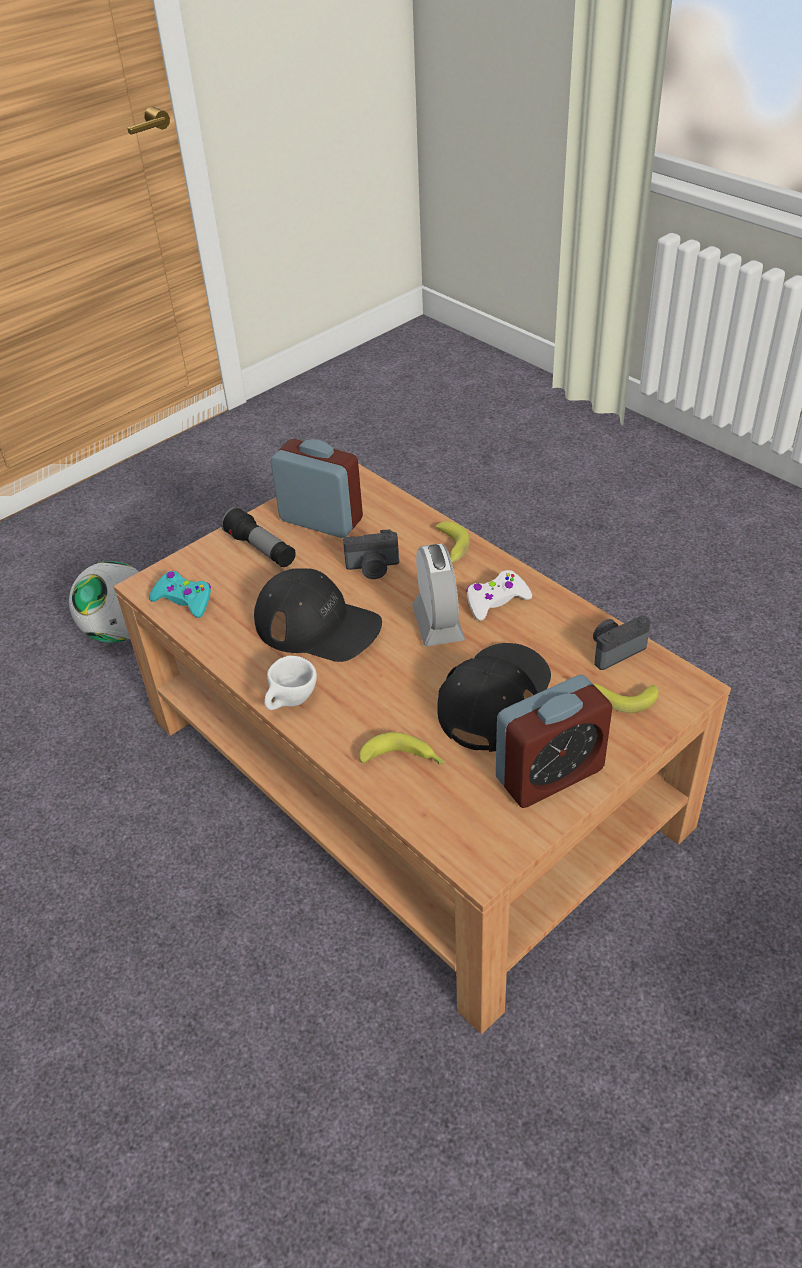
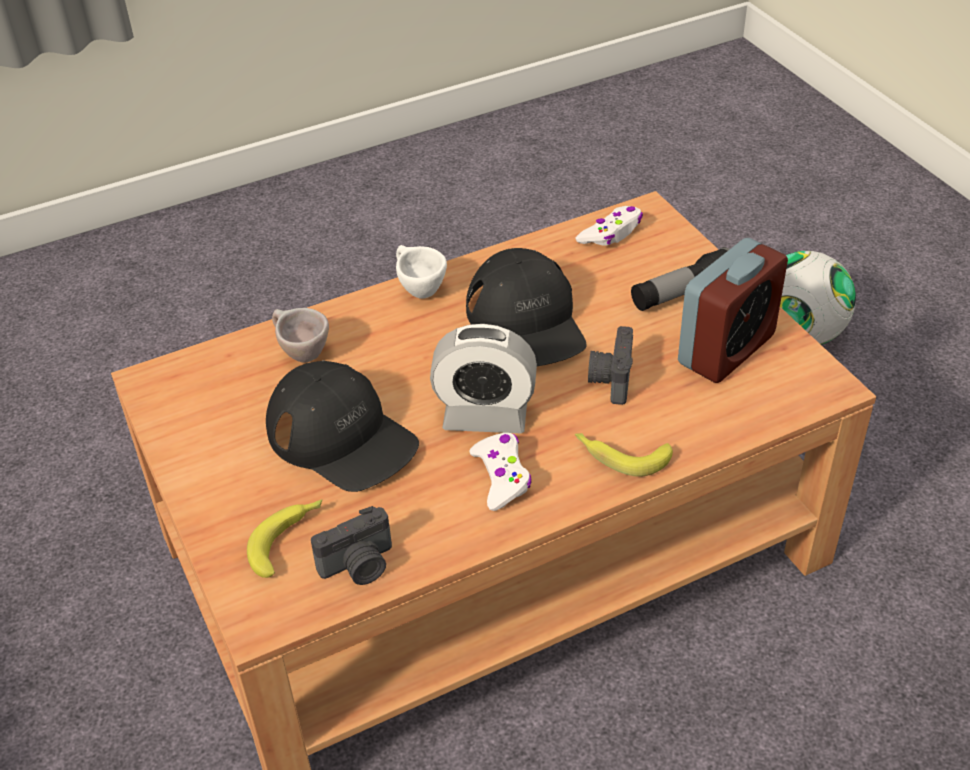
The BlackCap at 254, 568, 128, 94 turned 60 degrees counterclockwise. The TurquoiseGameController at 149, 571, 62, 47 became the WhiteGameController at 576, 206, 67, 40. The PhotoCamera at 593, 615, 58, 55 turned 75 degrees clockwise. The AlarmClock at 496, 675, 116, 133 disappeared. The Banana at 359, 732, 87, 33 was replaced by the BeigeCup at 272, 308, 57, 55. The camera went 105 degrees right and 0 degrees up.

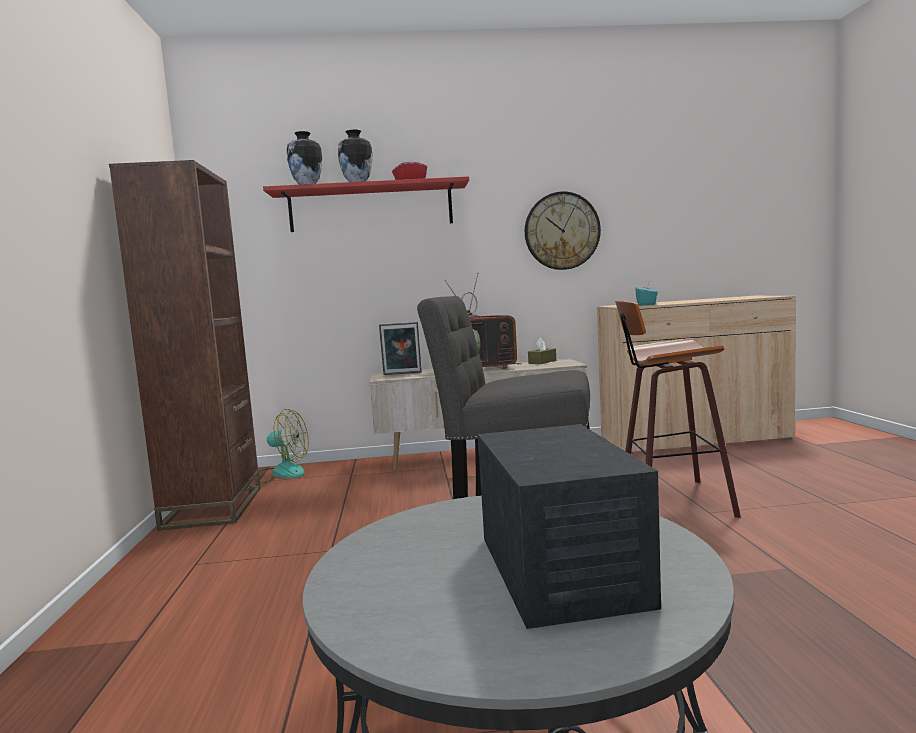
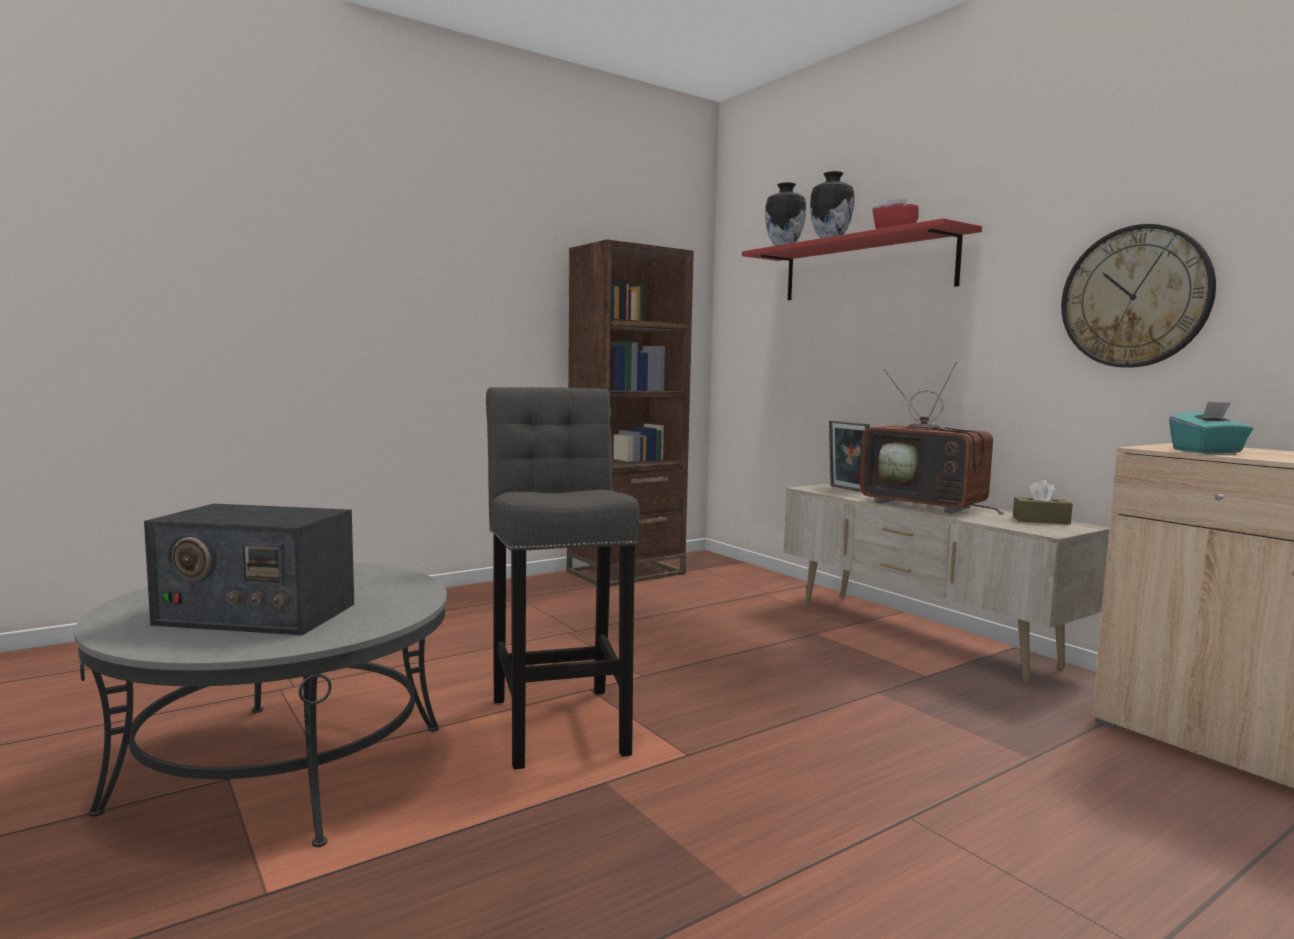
The Stool at 615, 301, 126, 217 disappeared. The Fan at 252, 409, 57, 75 disappeared. The Radio at 478, 424, 183, 205 turned 45 degrees clockwise. The camera went 60 degrees right and 0 degrees up.

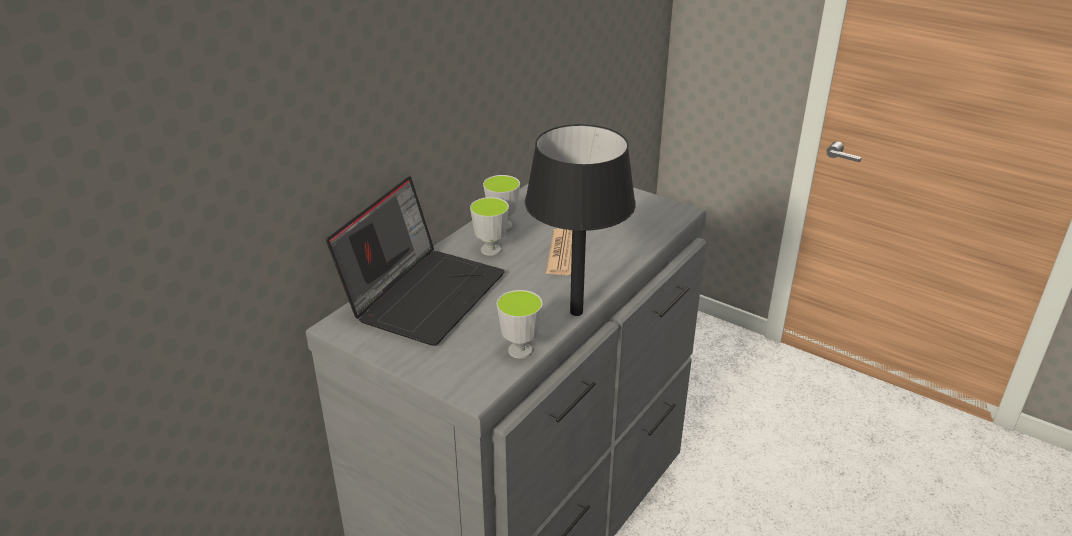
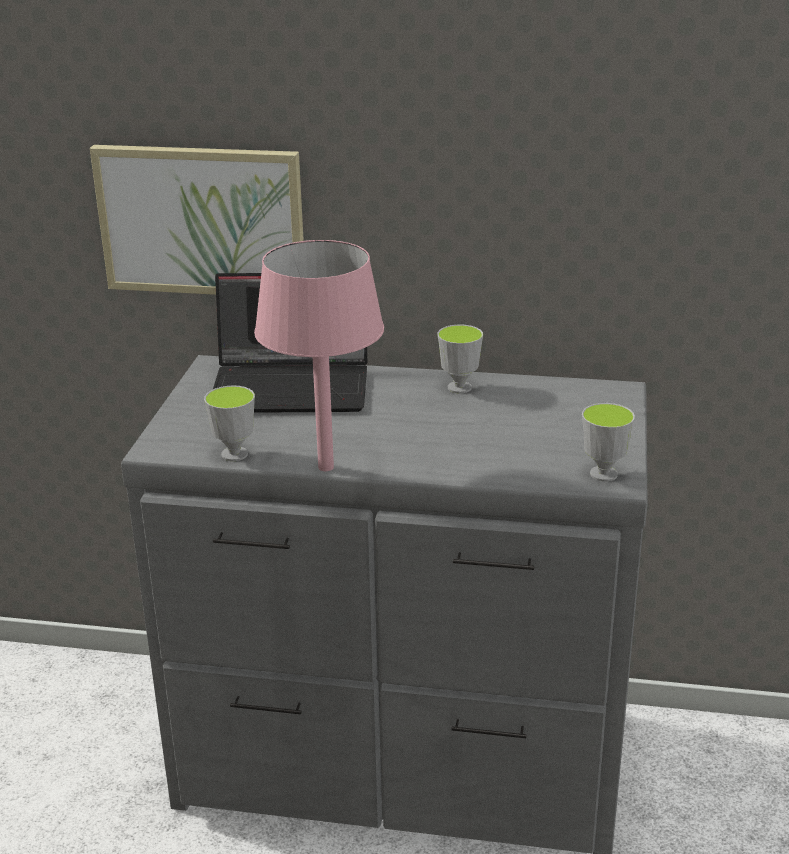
The BlackTableLamp at 525, 124, 111, 192 became the PinkTableLamp at 254, 240, 130, 231. The Cup moved from 470, 197, 39, 59 to 582, 403, 53, 79. The Newspaper at 546, 228, 26, 47 disappeared. The Picture at 90, 145, 214, 150 appeared. The camera went 65 degrees right and 5 degrees down.

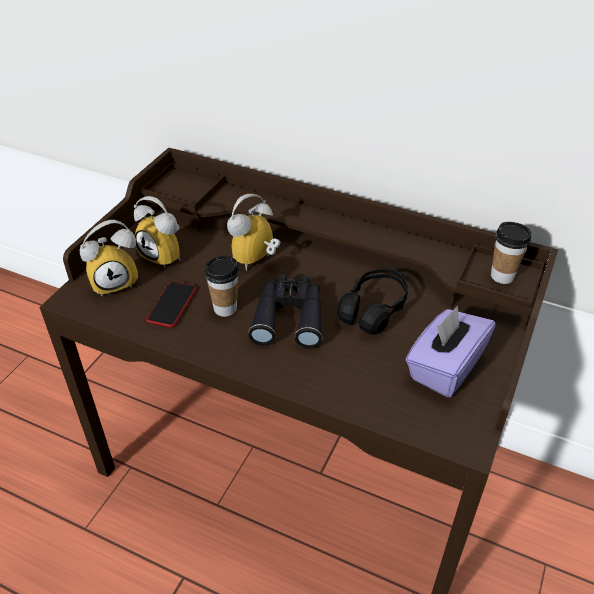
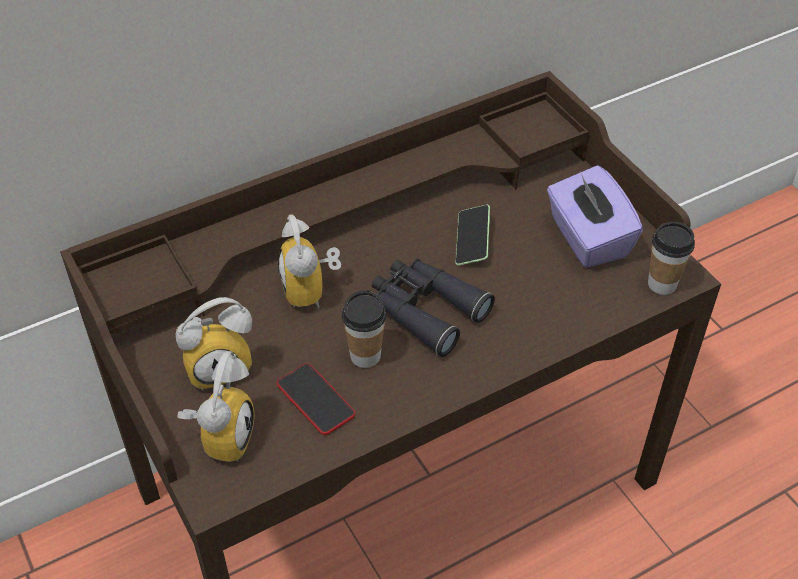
The Cup moved from 491, 222, 40, 62 to 648, 222, 47, 73. The BlackHeadphones at 337, 269, 71, 66 was replaced by the Phone at 455, 205, 35, 61. The camera went 55 degrees left and 5 degrees up.

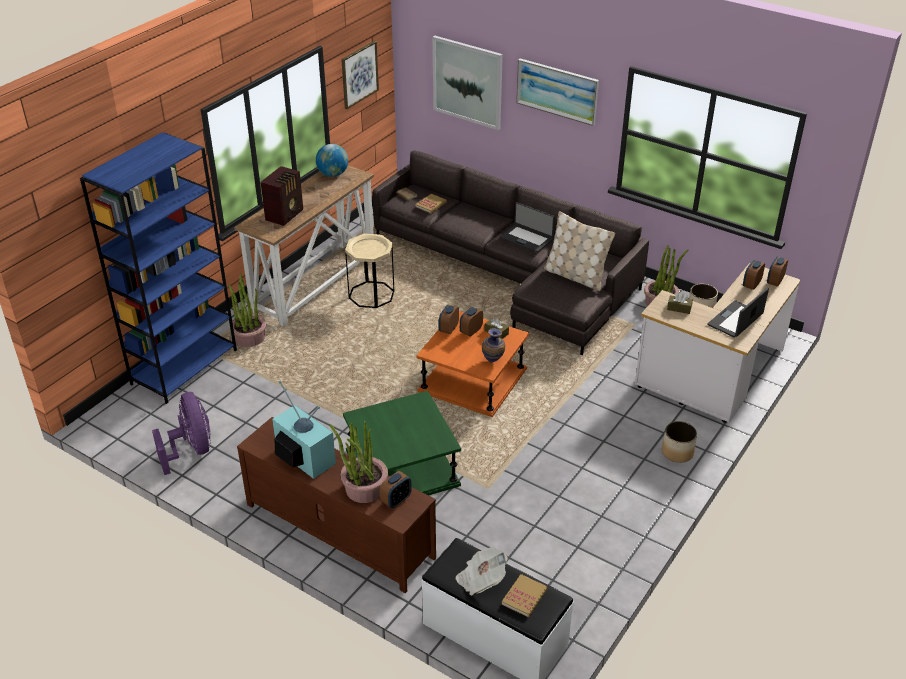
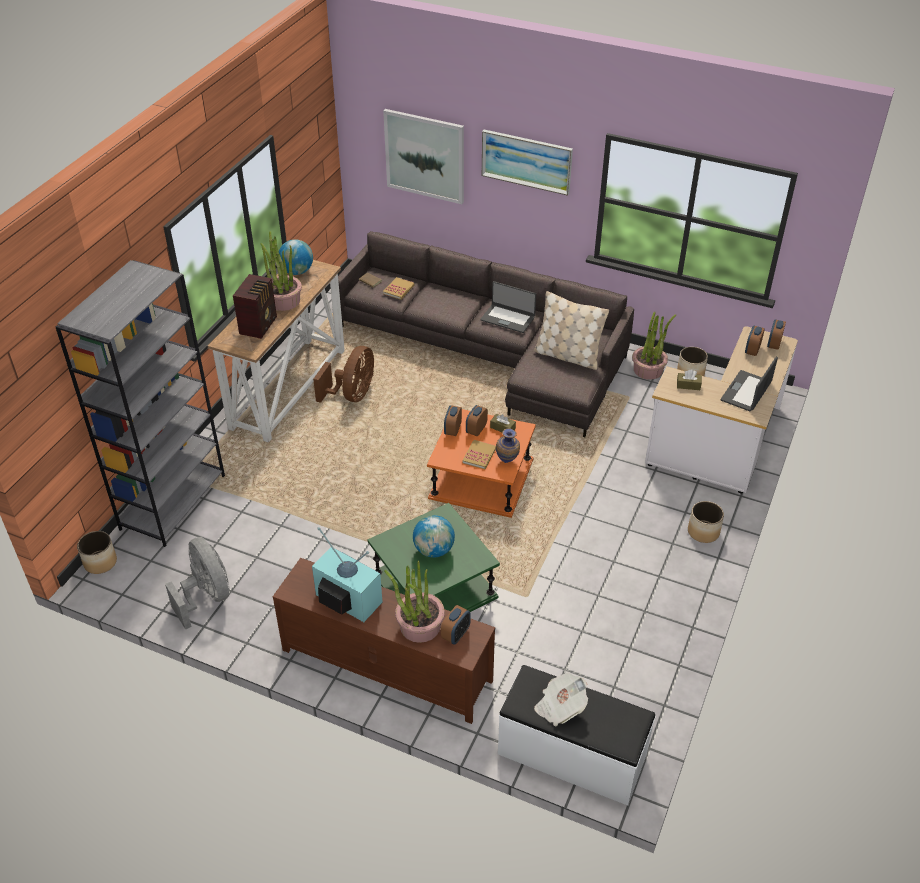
The Picture at 341, 41, 38, 68 disappeared. The BlueBookcase at 80, 132, 157, 272 became the GreyBookcase at 56, 260, 169, 287. The BeigeSideTable at 345, 233, 49, 75 was replaced by the BrownFan at 313, 346, 61, 57. The PottedPlant moved from 228, 273, 38, 74 to 261, 231, 41, 80. The PurpleFan at 152, 392, 59, 83 became the GreyFan at 165, 537, 64, 93. The Book moved from 502, 574, 46, 43 to 462, 440, 34, 29. The Globe at 413, 515, 42, 43 appeared. The Planter at 77, 531, 40, 43 appeared. The camera went 10 degrees left and 5 degrees up.

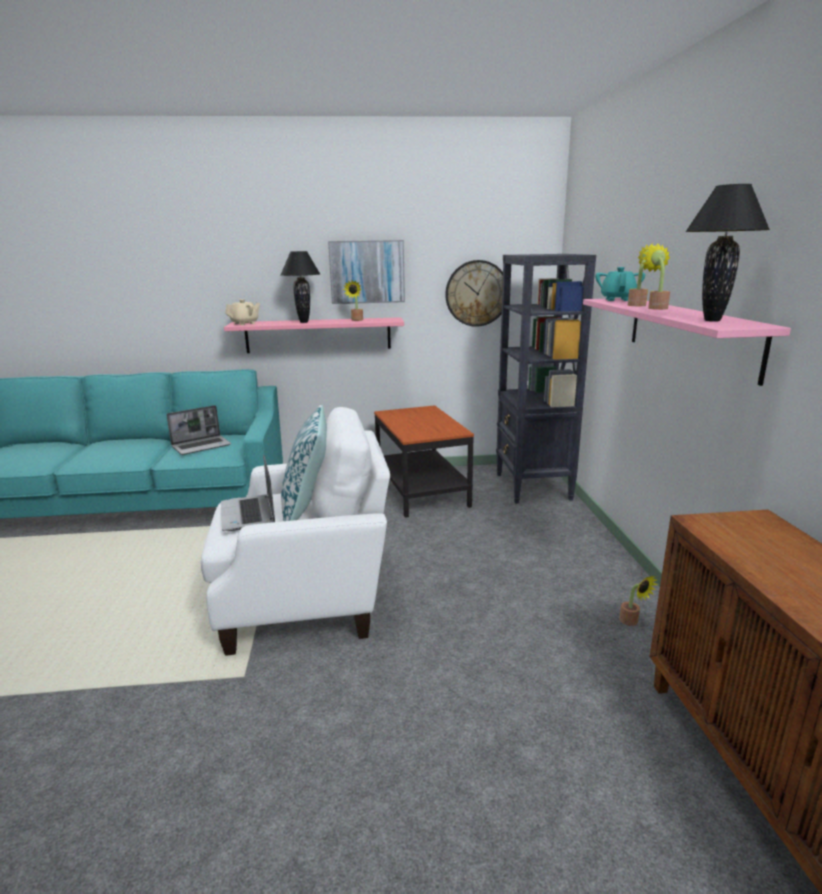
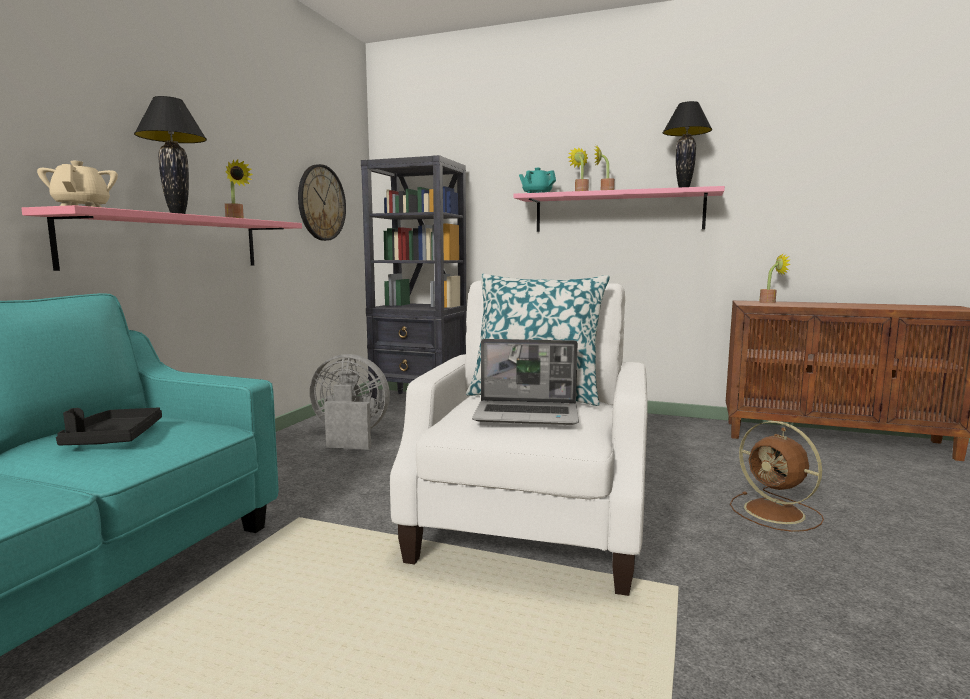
The Picture at 328, 240, 77, 64 disappeared. The Laptop at 166, 405, 65, 50 was replaced by the BlackTray at 56, 408, 106, 37. The SideTable at 374, 405, 100, 113 was replaced by the GreyFan at 310, 354, 80, 95. The PottedPlant moved from 619, 576, 40, 50 to 759, 253, 32, 50. The BrownFan at 730, 421, 94, 111 appeared. The camera went 65 degrees left and 10 degrees down.

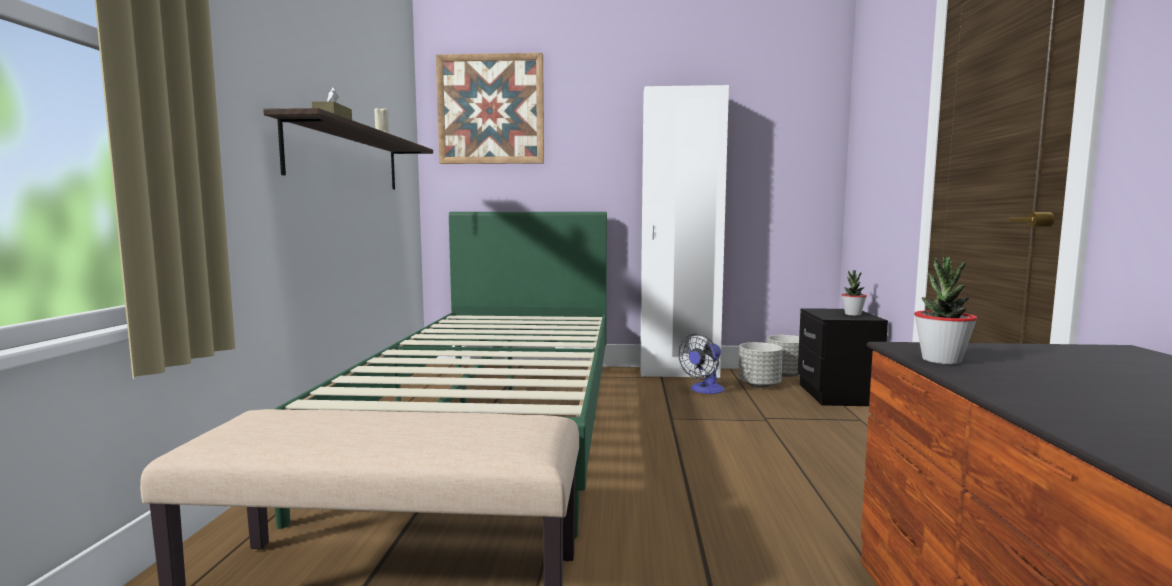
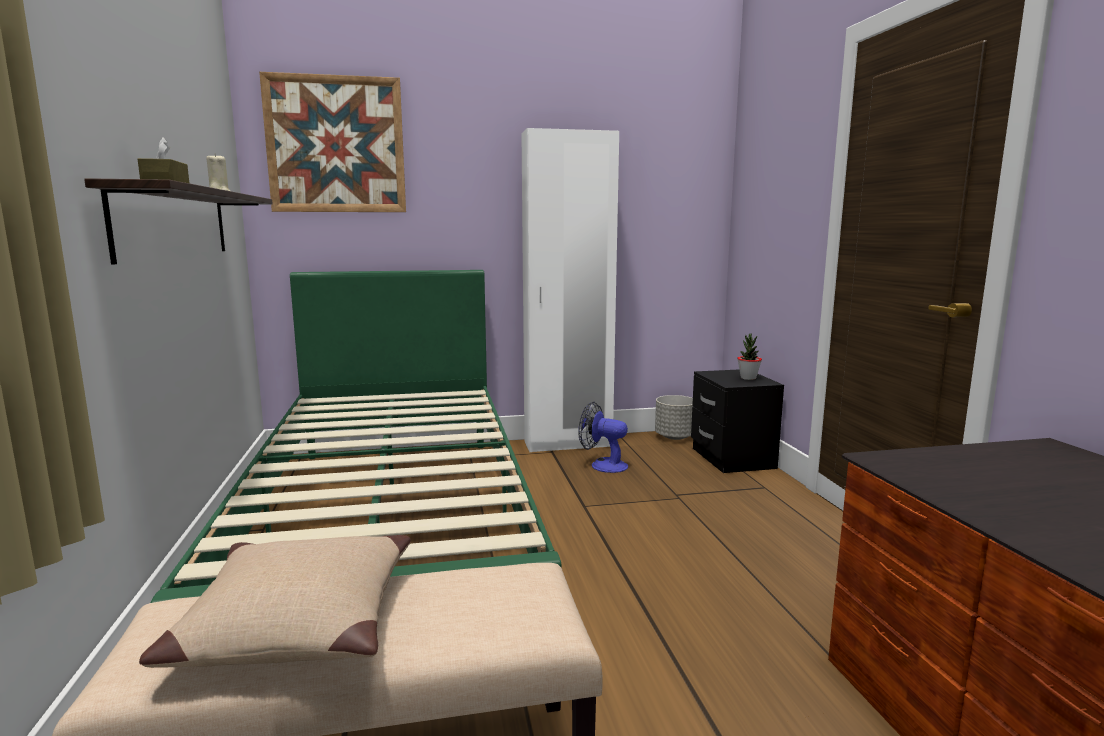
The PottedPlant at 914, 257, 64, 107 disappeared. The Fan at 678, 334, 46, 60 turned 90 degrees clockwise. The GreyPlanter at 738, 342, 45, 46 disappeared. The BeigePillow at 139, 535, 272, 133 appeared. The camera went 15 degrees left and 5 degrees up.

